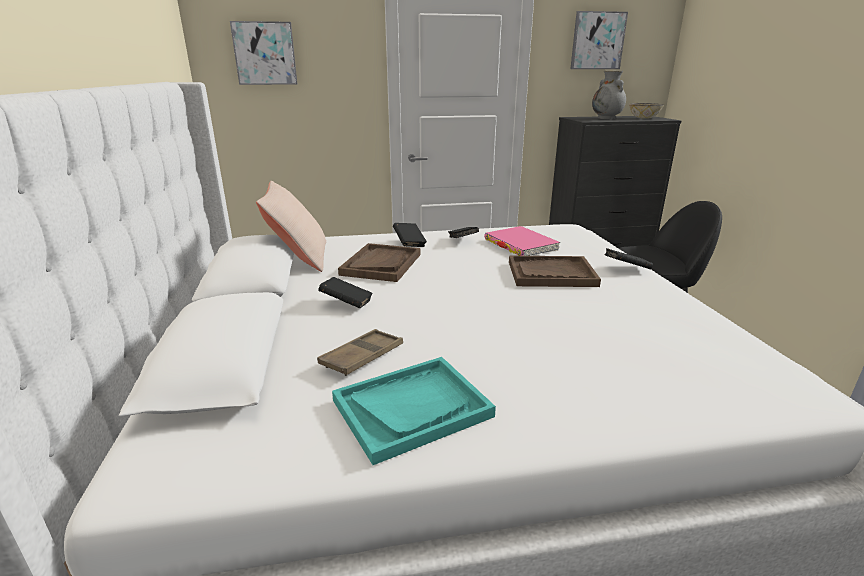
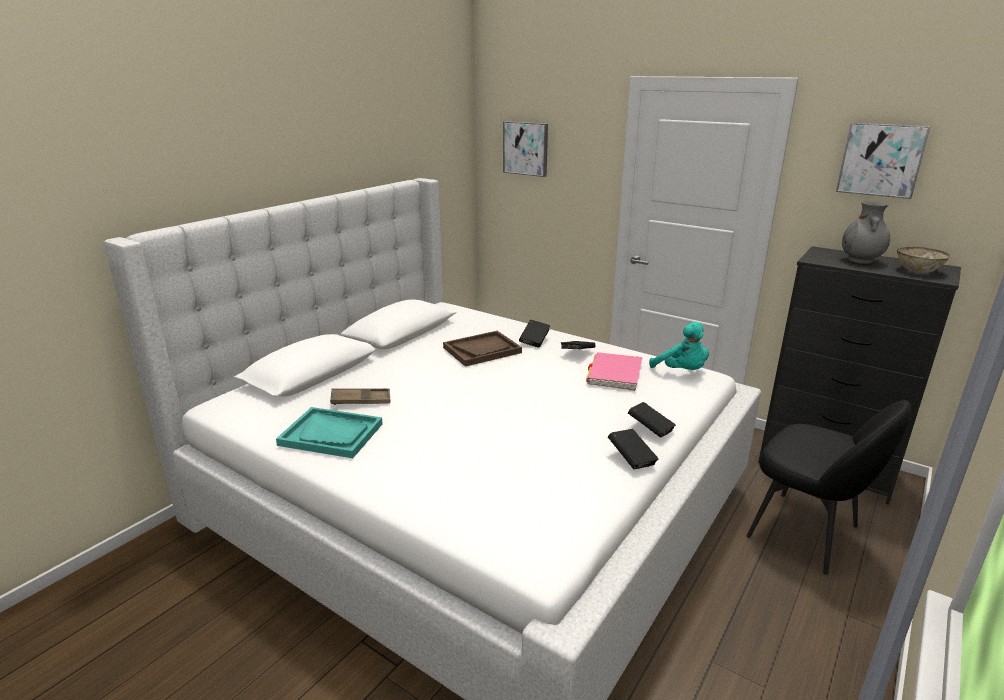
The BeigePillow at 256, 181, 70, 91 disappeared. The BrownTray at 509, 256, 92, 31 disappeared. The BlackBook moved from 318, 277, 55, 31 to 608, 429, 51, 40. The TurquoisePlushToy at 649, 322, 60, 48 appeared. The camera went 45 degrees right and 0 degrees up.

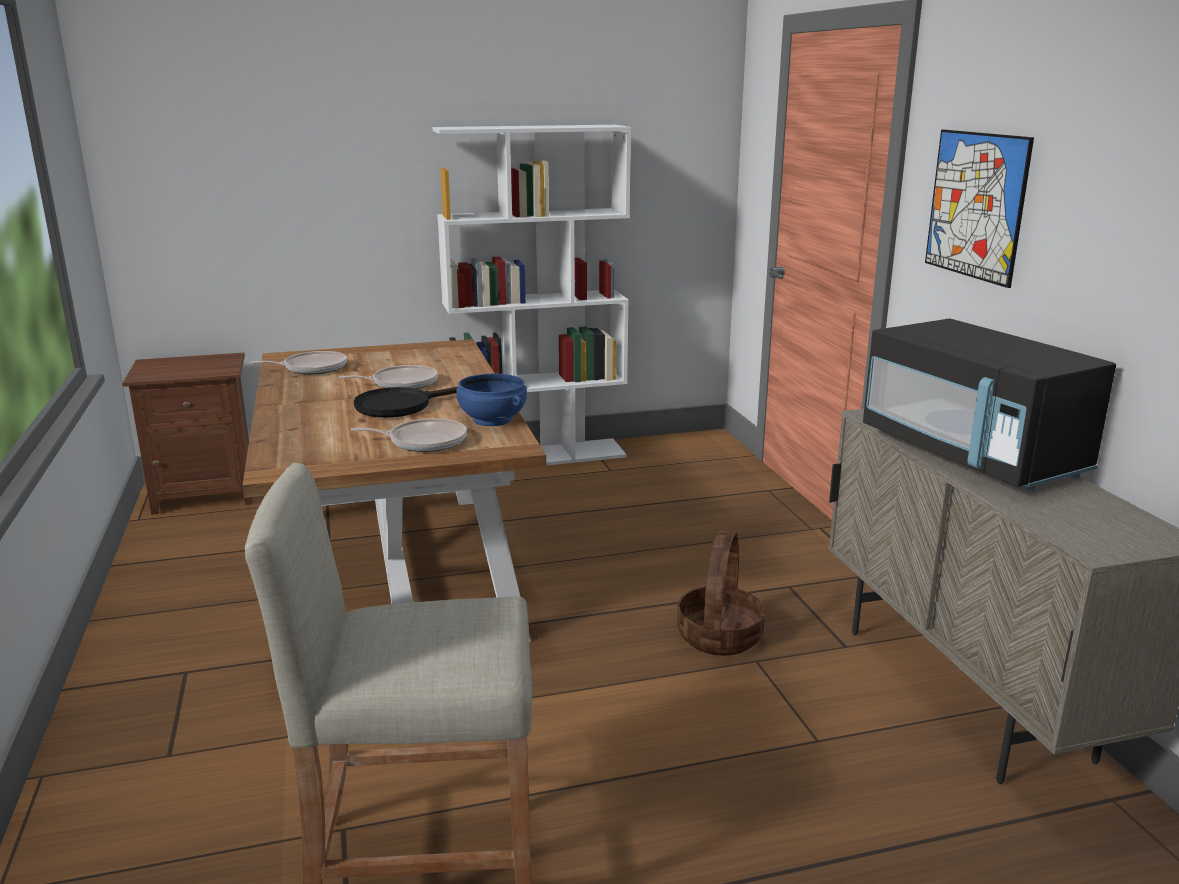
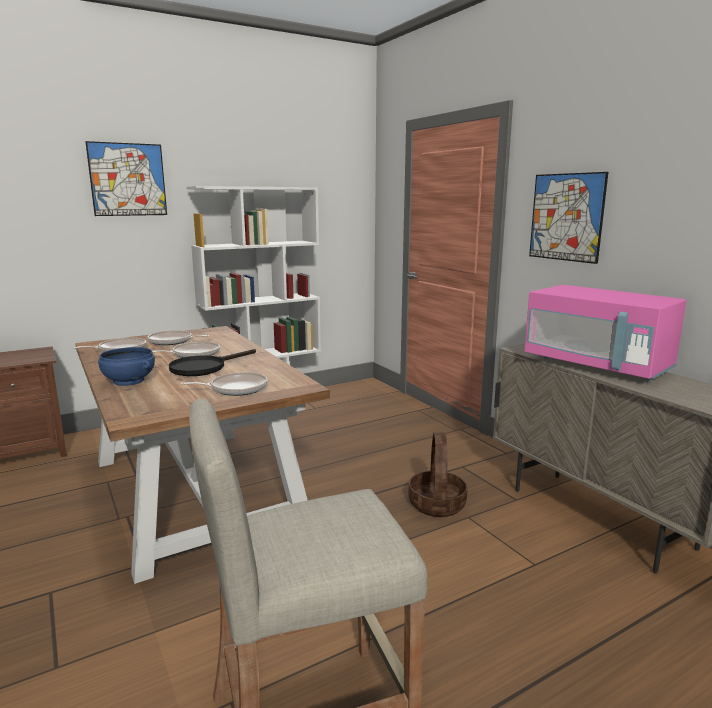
The BlackMicrowave at 863, 318, 253, 173 became the PinkMicrowave at 524, 285, 162, 97. The BlueBowl moved from 457, 374, 70, 52 to 98, 347, 57, 39. The Picture at 85, 141, 82, 75 appeared. The FryingPan at 148, 330, 61, 15 appeared. The camera went 15 degrees left and 5 degrees down.

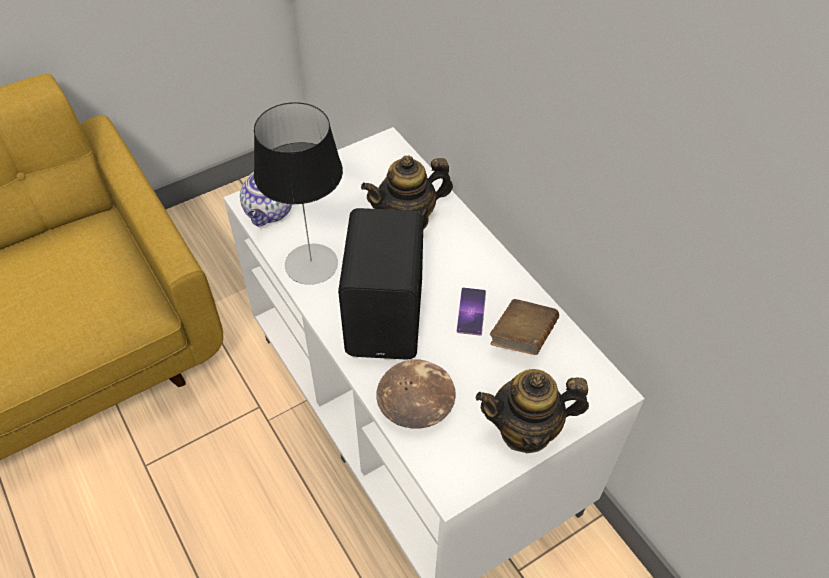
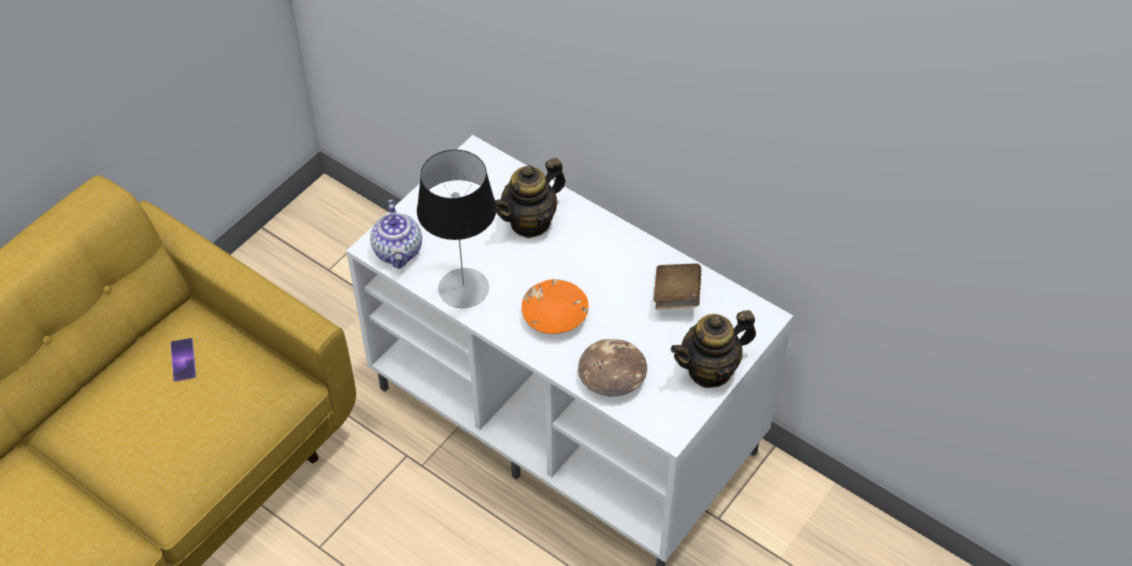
The BlackSpeaker at 338, 208, 86, 151 was replaced by the OrangeBowl at 522, 279, 67, 55. The Phone moved from 456, 288, 30, 48 to 170, 338, 26, 44. The camera went 20 degrees left and 0 degrees up.

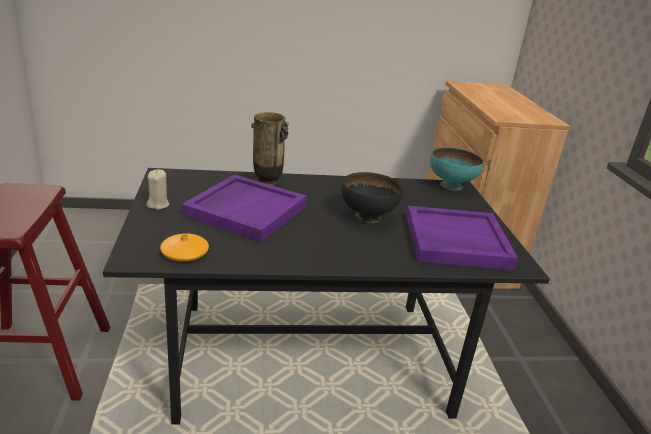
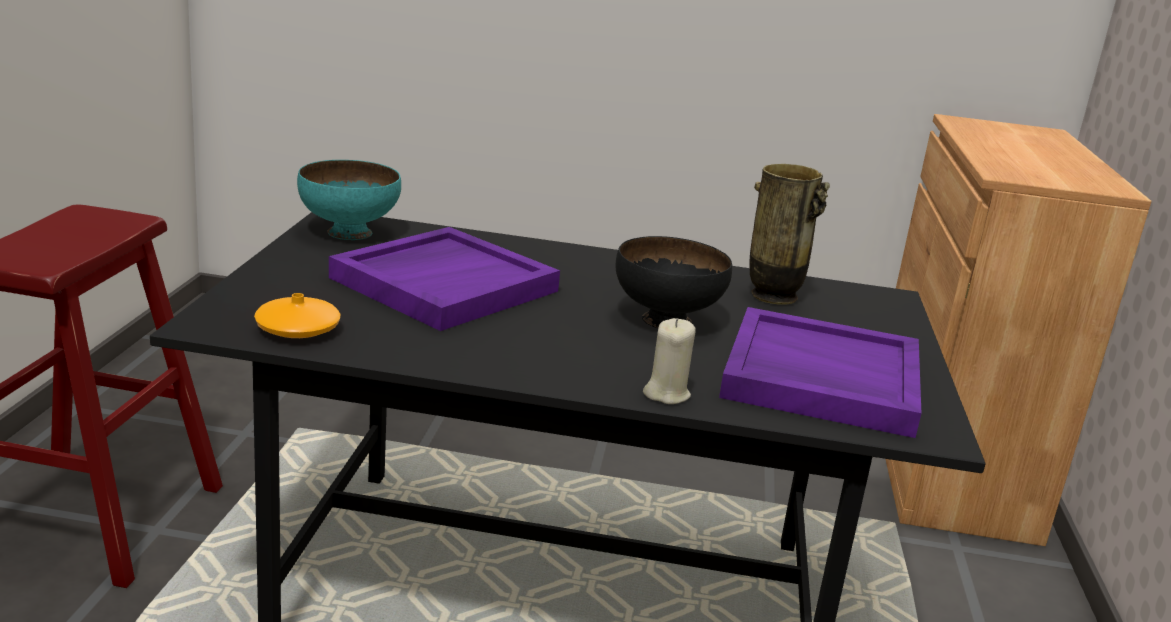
The Vase moved from 251, 112, 38, 74 to 749, 164, 81, 141. The TurquoiseBowl moved from 430, 147, 53, 43 to 297, 160, 104, 80. The BeigeCandle moved from 146, 169, 23, 41 to 643, 318, 53, 86. The camera went 15 degrees right and 5 degrees down.

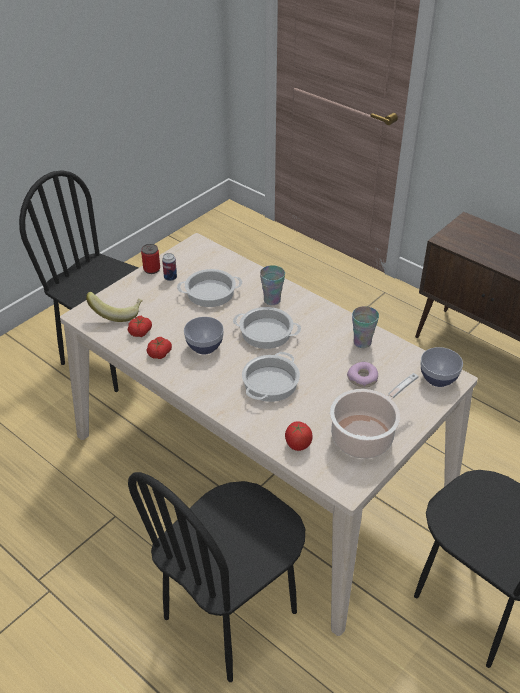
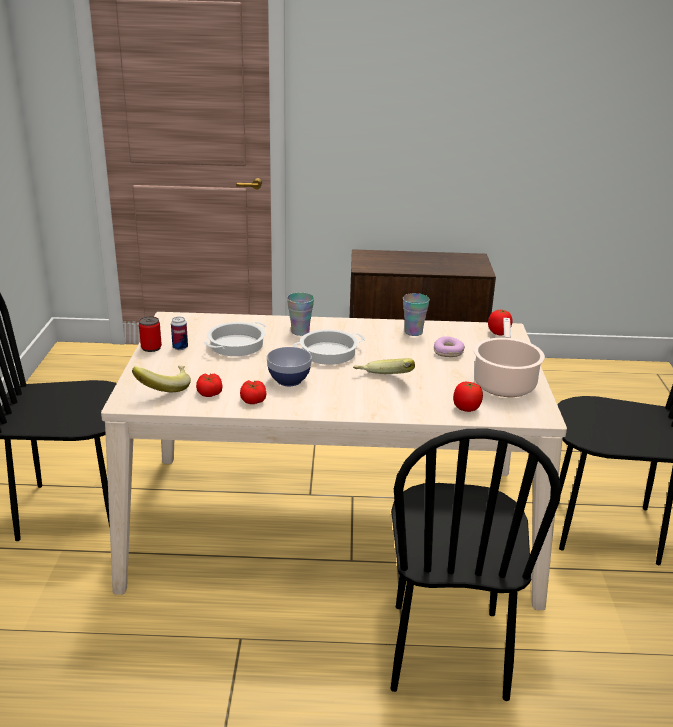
The Bowl at 420, 347, 43, 40 was replaced by the Tomato at 488, 310, 25, 25. The CookingPot at 242, 352, 58, 50 was replaced by the Banana at 353, 358, 62, 16. The camera went 40 degrees left and 15 degrees down.

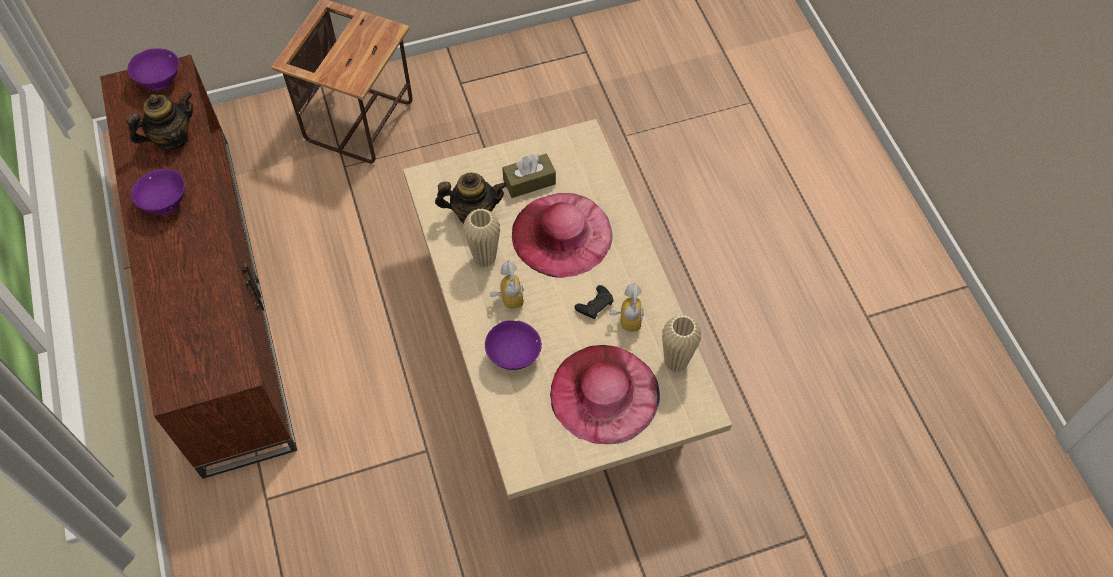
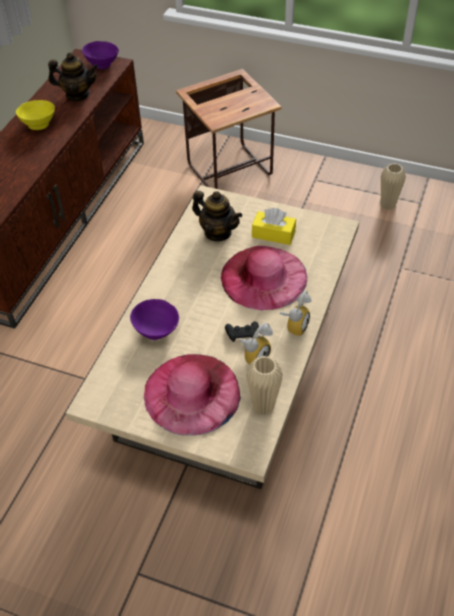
The BrownTissueBox at 502, 154, 54, 44 became the YellowTissueBox at 252, 208, 44, 37. The PurpleBowl at 131, 169, 54, 46 became the YellowBowl at 16, 100, 39, 30. The BeigeVase moved from 463, 208, 37, 60 to 381, 163, 25, 47. The AlarmClock moved from 490, 260, 34, 49 to 280, 290, 32, 46. The camera went 40 degrees right and 10 degrees down.

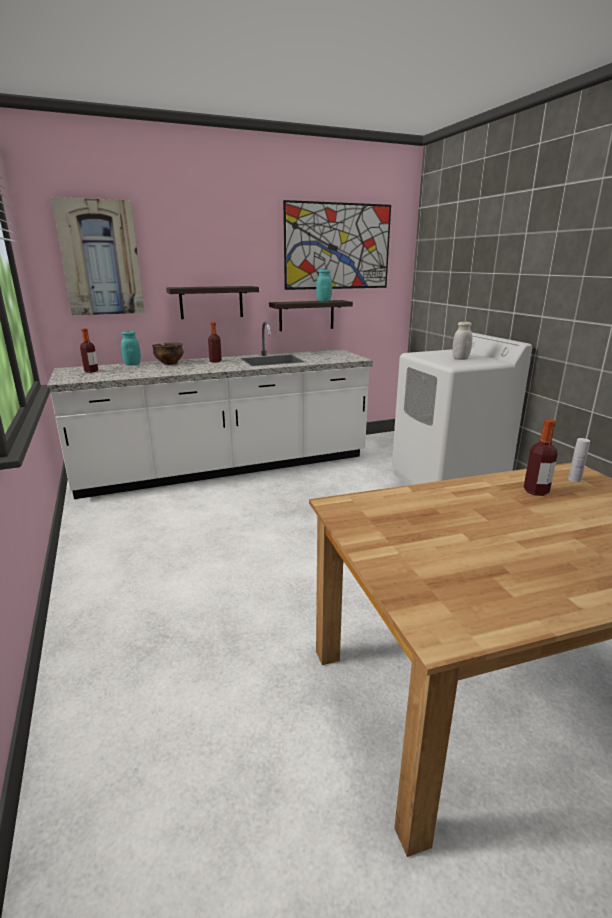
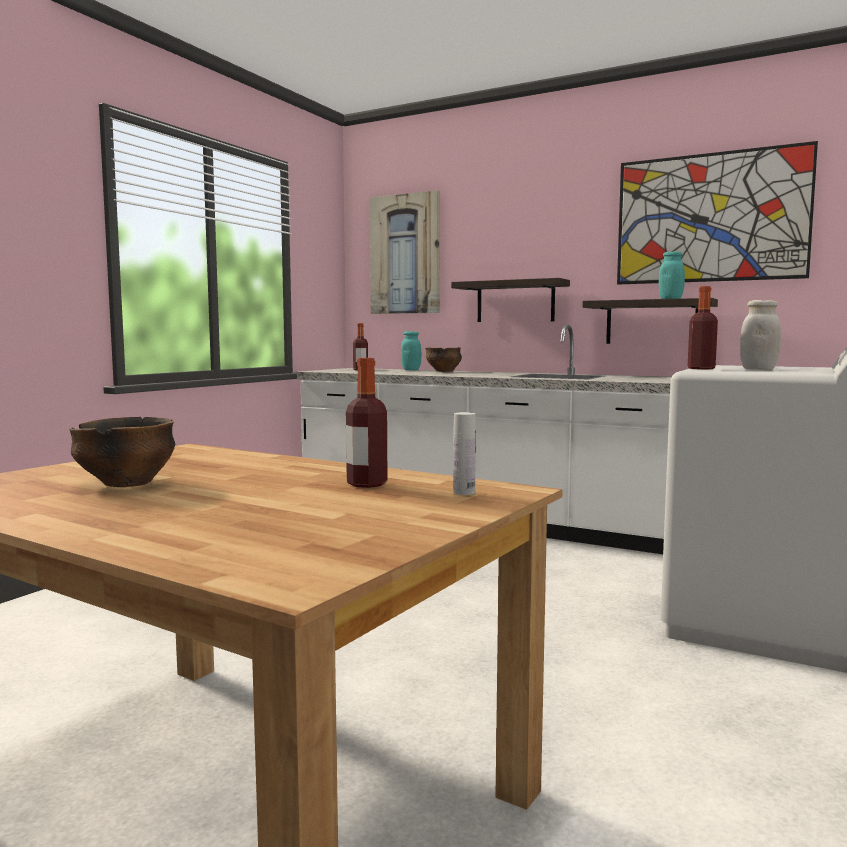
The Bottle moved from 208, 322, 14, 41 to 688, 286, 30, 84. The Bowl at 69, 417, 106, 70 appeared. The camera went 50 degrees right and 15 degrees down.

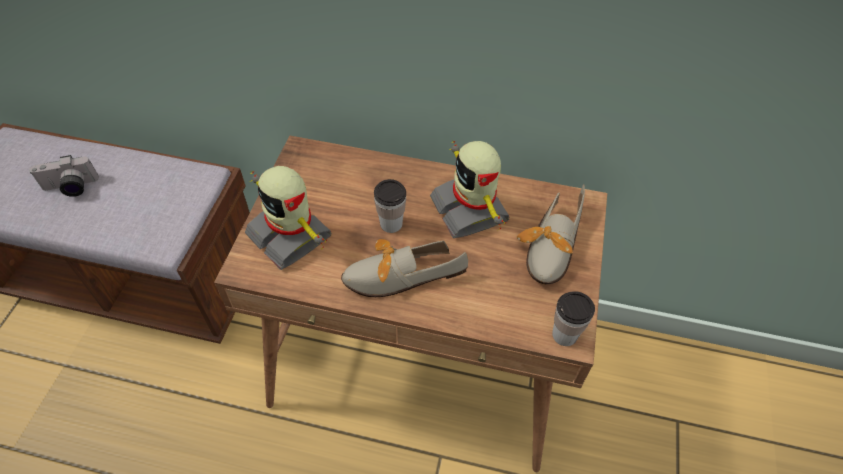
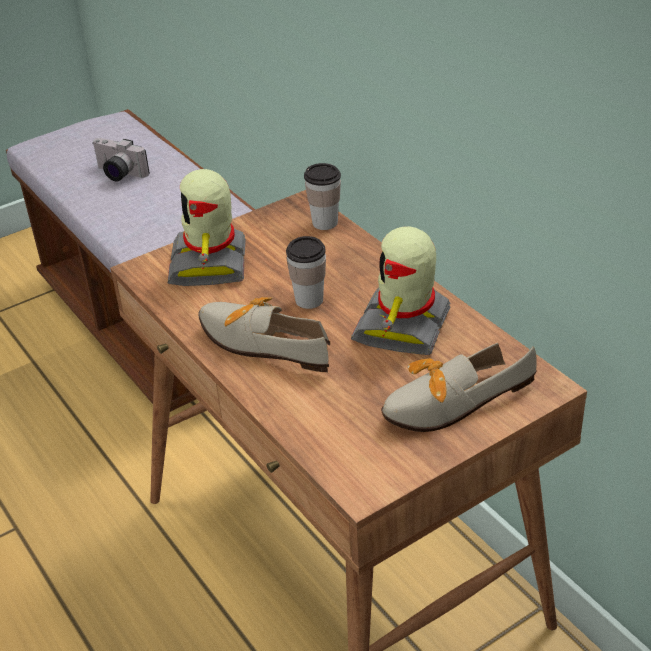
The Cup moved from 552, 291, 43, 55 to 304, 163, 37, 67. The camera went 45 degrees right and 15 degrees down.

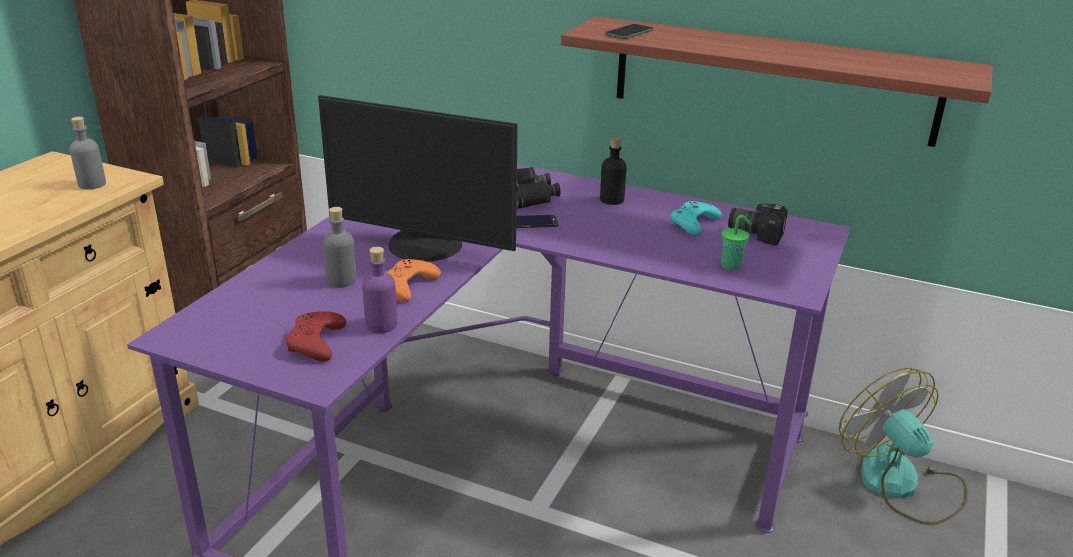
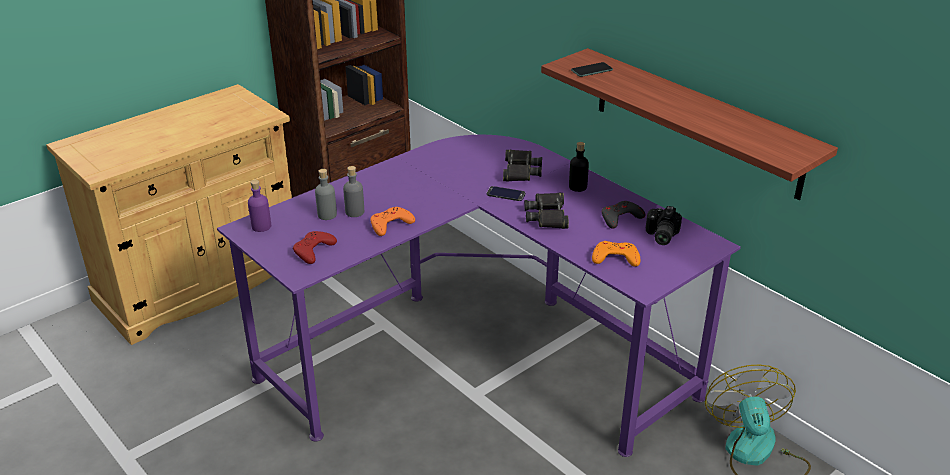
The Monitor at 318, 95, 200, 167 disappeared. The GreyBottle moved from 70, 117, 36, 72 to 315, 169, 22, 51. The TurquoiseGameController at 671, 201, 51, 34 became the GreyGameController at 602, 201, 43, 28. The PhotoCamera at 728, 204, 60, 42 turned 120 degrees counterclockwise. The GreenCup at 721, 215, 31, 55 was replaced by the OrangeGameController at 592, 241, 48, 26. The PurpleBottle moved from 362, 247, 35, 86 to 248, 180, 23, 52. The BlackBinoculars at 524, 193, 45, 36 appeared. The camera went 25 degrees right and 5 degrees up.

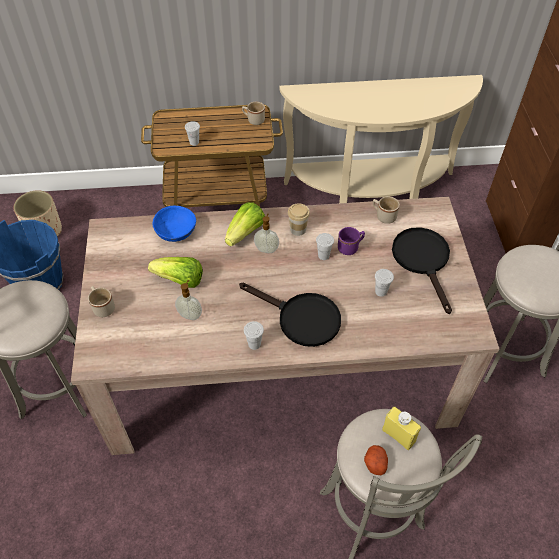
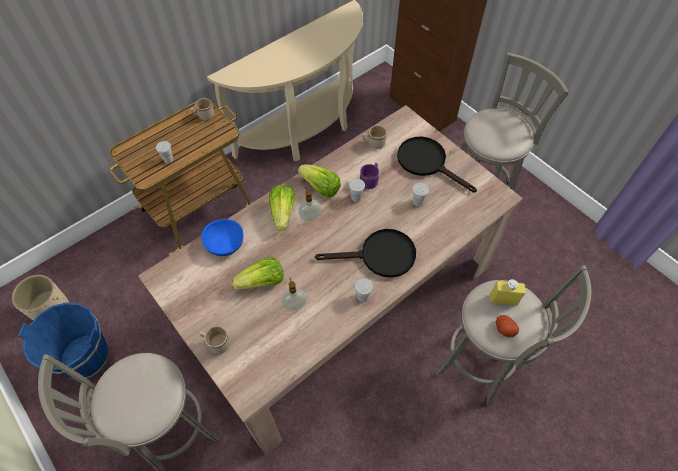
The Cup at 288, 203, 22, 33 was replaced by the Lettuce at 298, 164, 43, 34. The camera went 35 degrees left and 5 degrees up.

